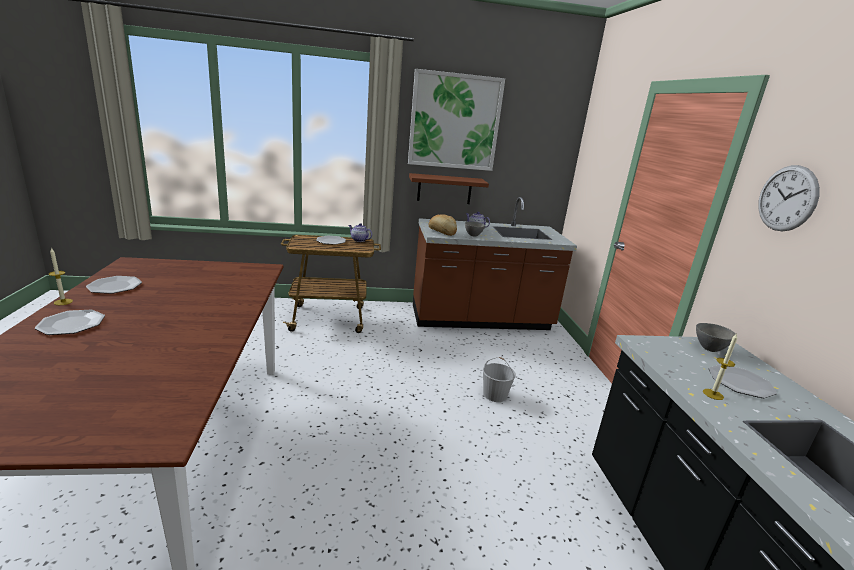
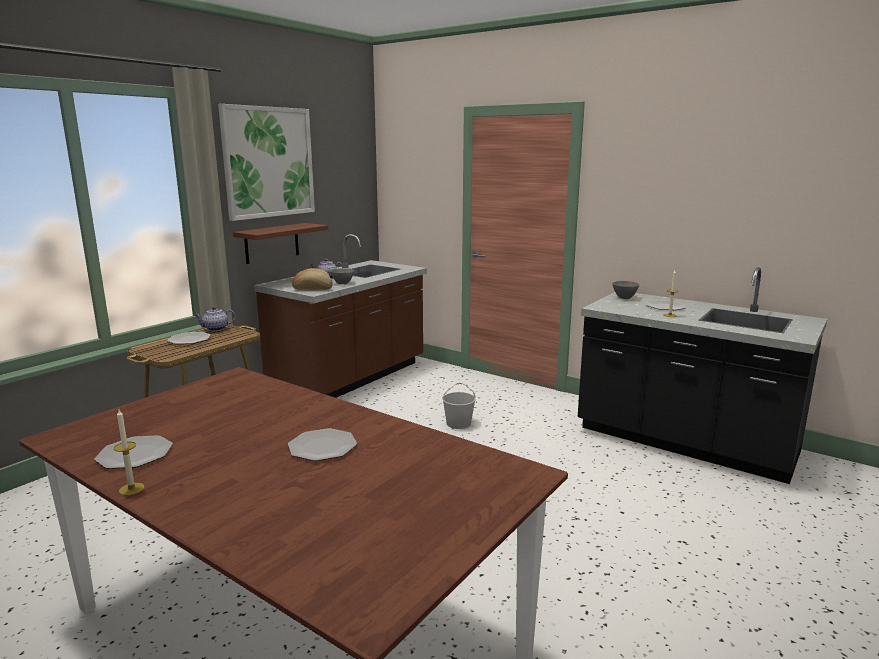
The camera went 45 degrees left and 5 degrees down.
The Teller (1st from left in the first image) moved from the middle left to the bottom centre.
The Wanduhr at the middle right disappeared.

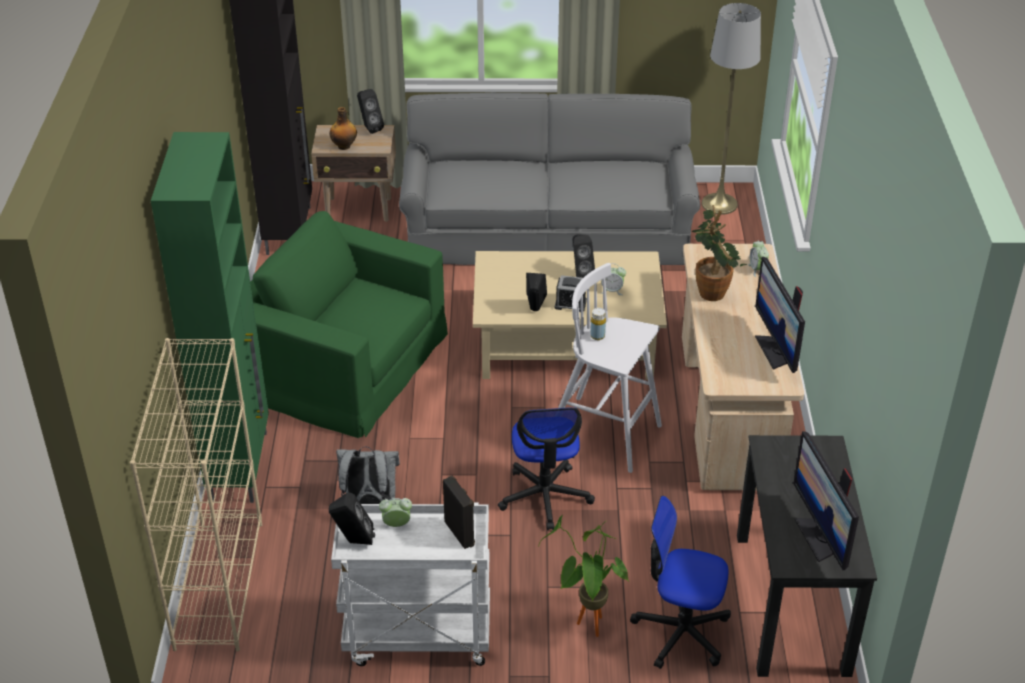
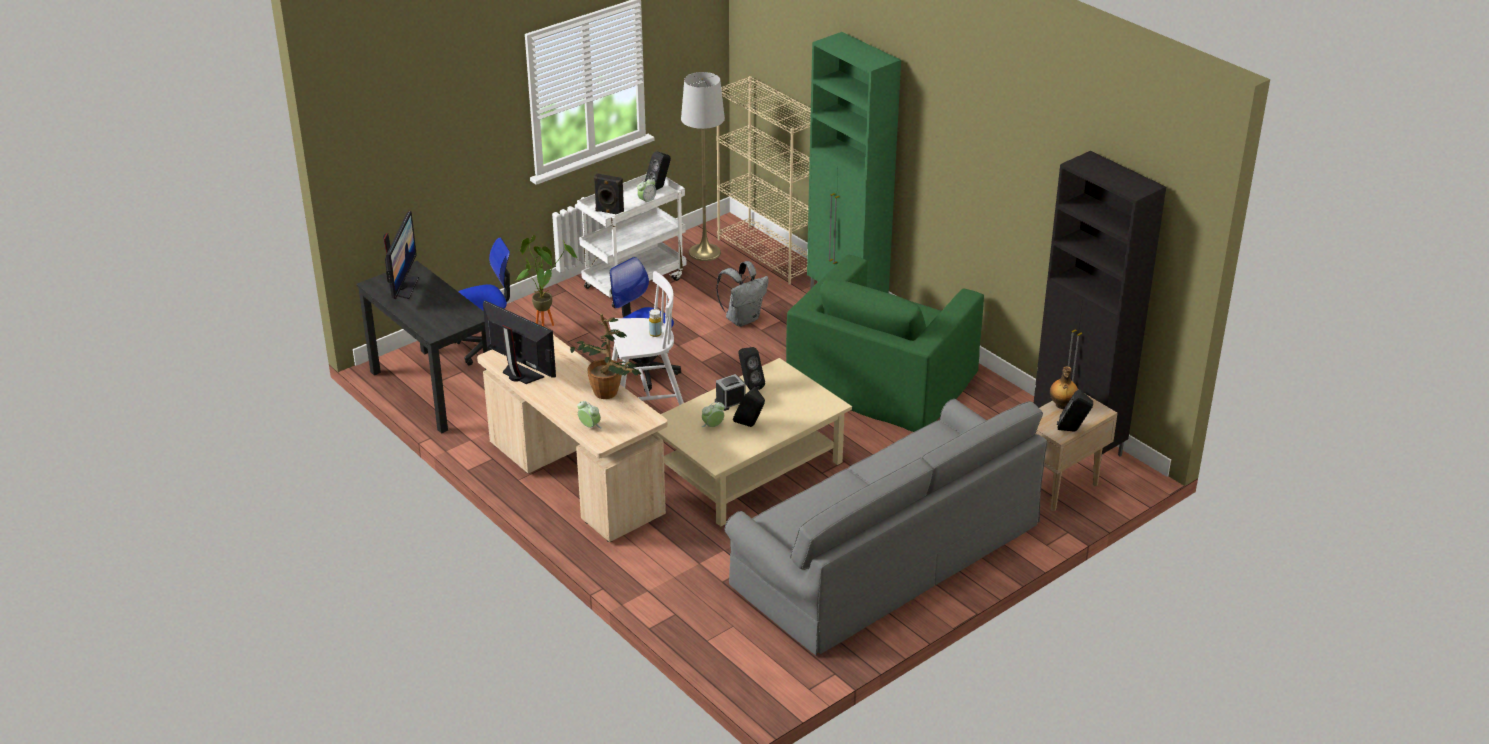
The camera went 140 degrees right and 5 degrees down.
The Monitor (2nd from left in the first image) at the bottom right turned 60 degrees clockwise.
The Stehlampe (grau) moved from the top right to the top centre.
The Sessel (grün) at the centre turned 135 degrees clockwise.

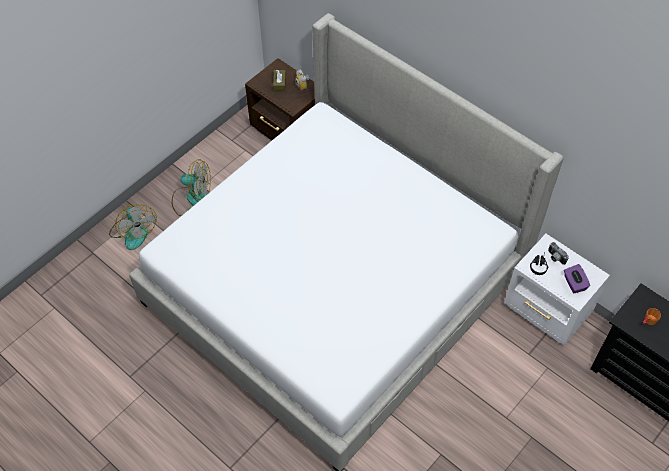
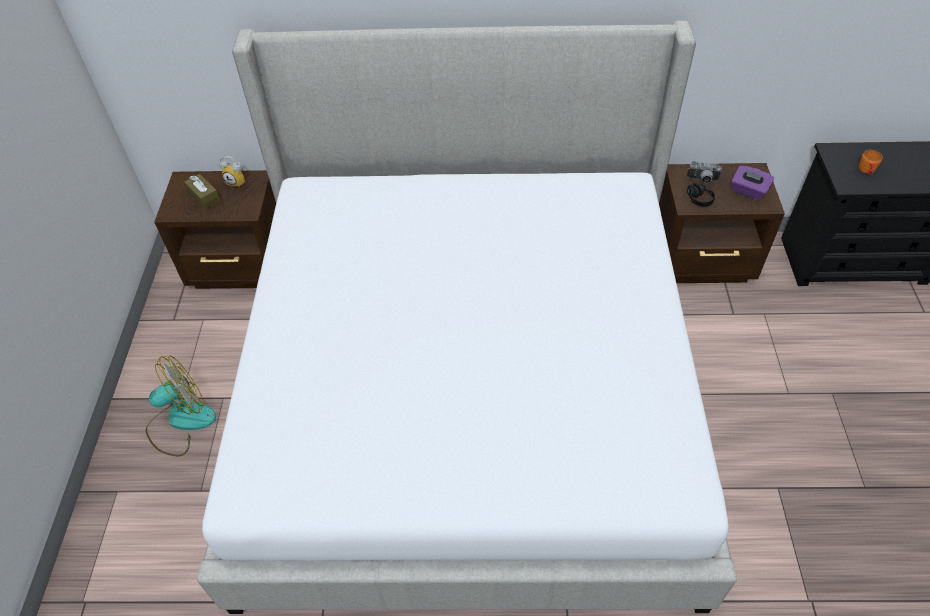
The camera went 40 degrees left and 5 degrees down.
The Nachttisch (weiß) at the middle right became the Nachttisch (braun) (2nd from left) at the middle right.
The Ventilator (1st from left) at the middle left disappeared.

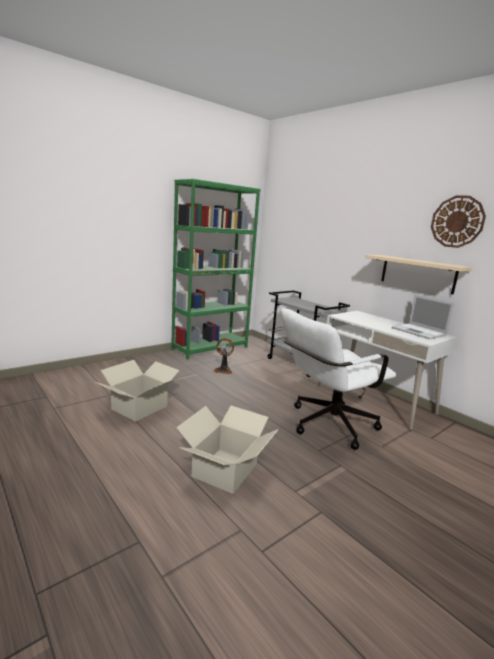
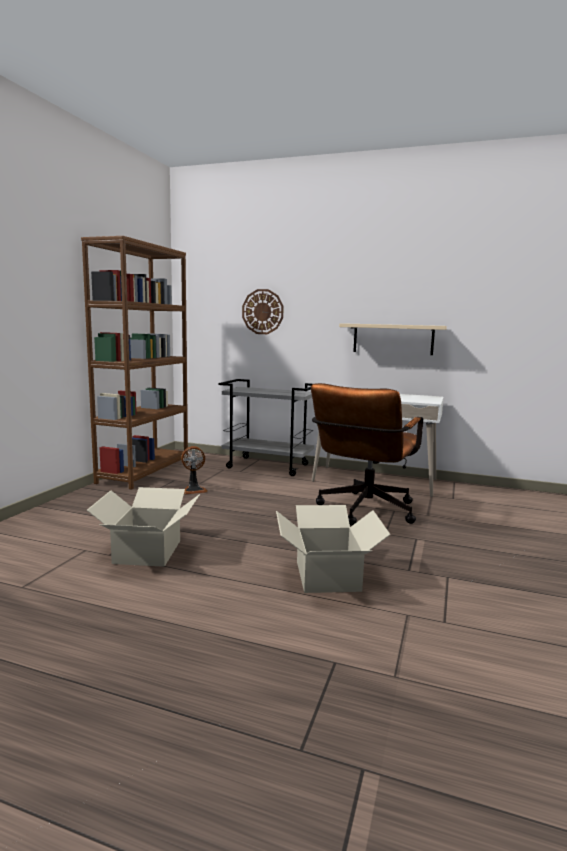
The camera went 30 degrees left and 5 degrees down.
The Bücherregal (grün) at the centre became the Bücherregal (braun) at the middle left.
The Wanduhr moved from the middle right to the centre.
The Bürostuhl (weiß) at the middle right became the Bürostuhl (braun) at the centre.
The Laptop at the middle right disappeared.

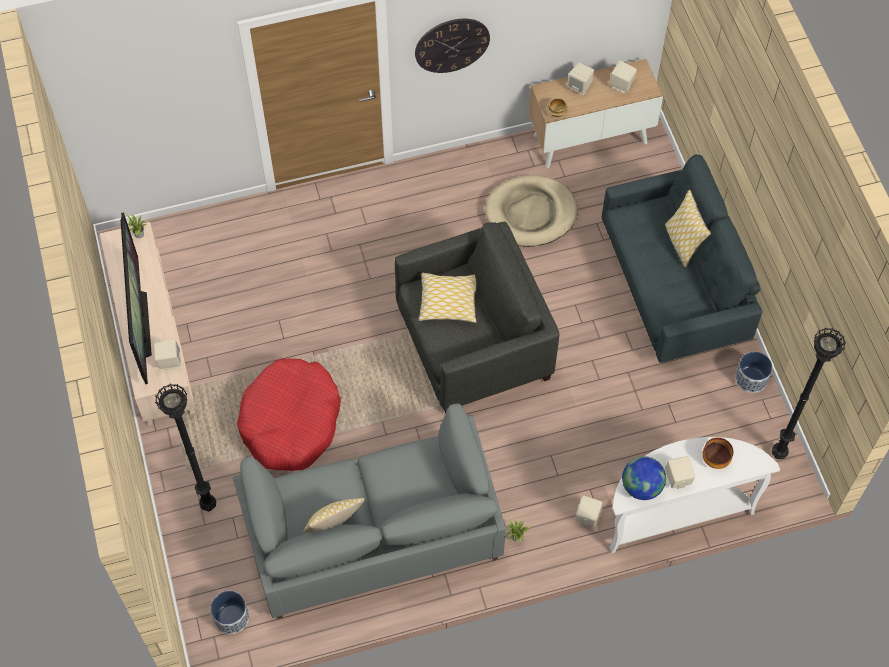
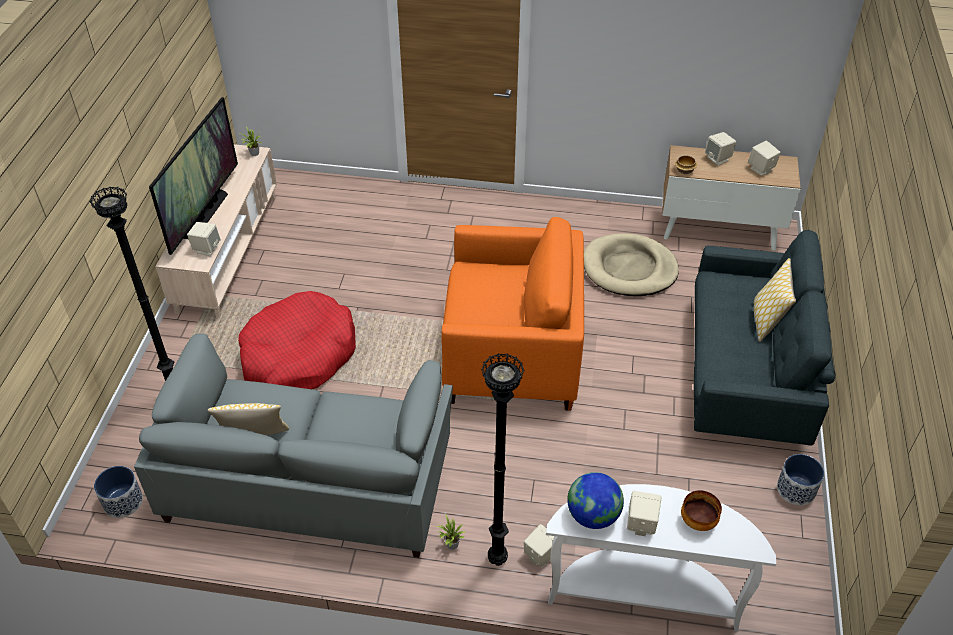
The camera went 25 degrees right and 15 degrees down.
The Sessel (grau) at the centre became the Sessel (orange) at the centre.
The Stehlampe (schwarz) (2nd from left) moved from the middle right to the bottom centre.
The Wanduhr at the top centre disappeared.
The Kissen (2nd from left) at the centre disappeared.

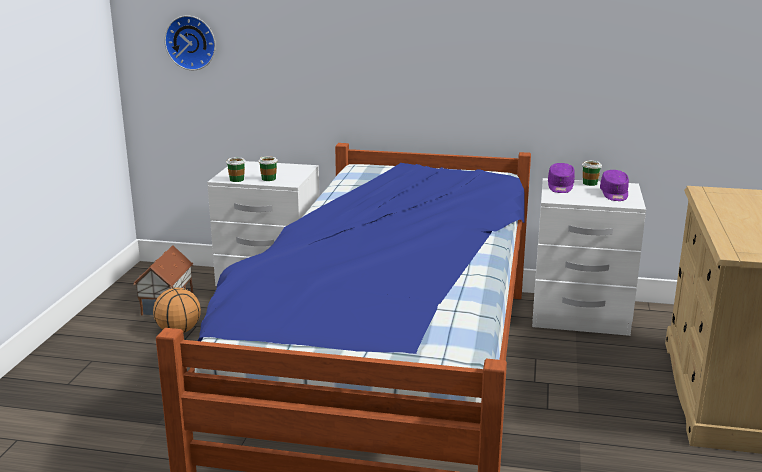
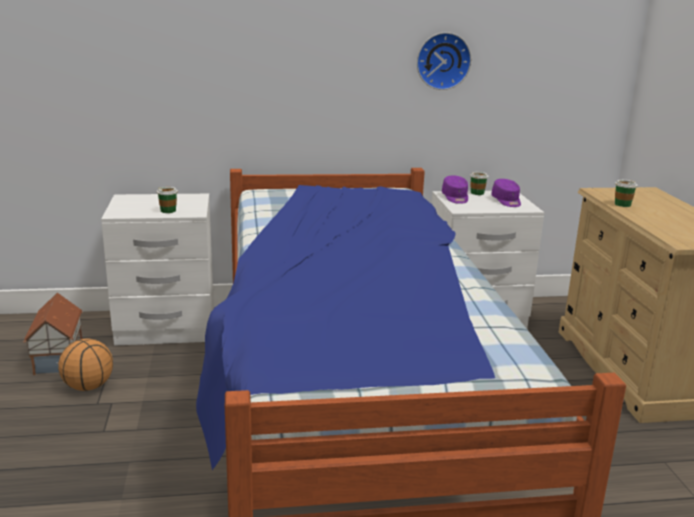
The camera went 20 degrees left and 0 degrees up.
The Wanduhr moved from the top left to the top centre.
The Tasse (1st from left in the first image) moved from the middle left to the middle right.

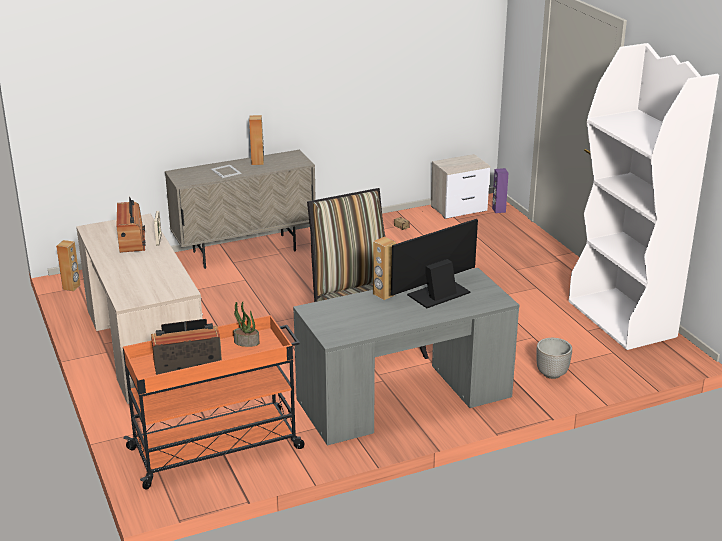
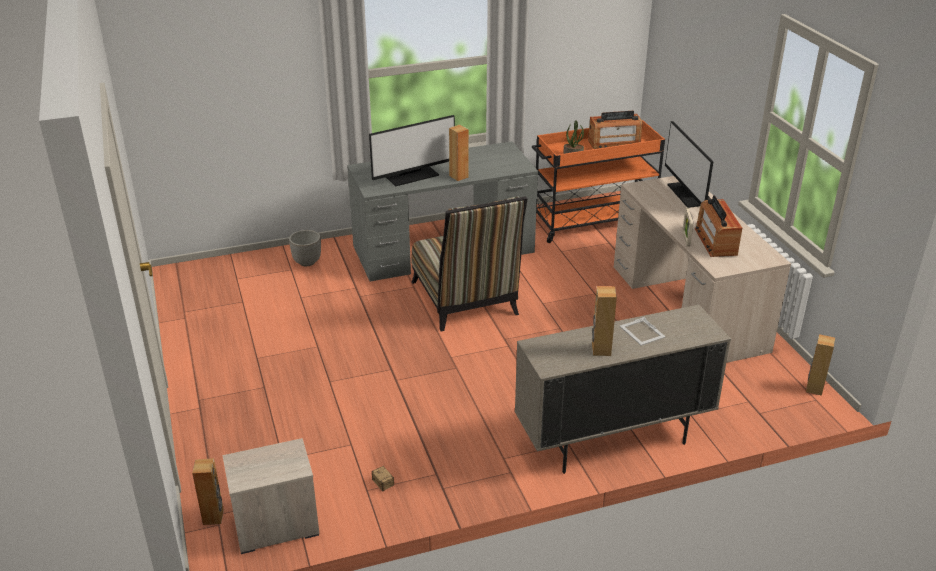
The camera went 175 degrees left and 5 degrees up.
The Lautsprecher (lila) at the middle right became the Lautsprecher (braun) (1st from left) at the bottom left.
The Monitor (2nd from left) at the top right appeared.
The Bücherregal (weiß) at the middle right disappeared.

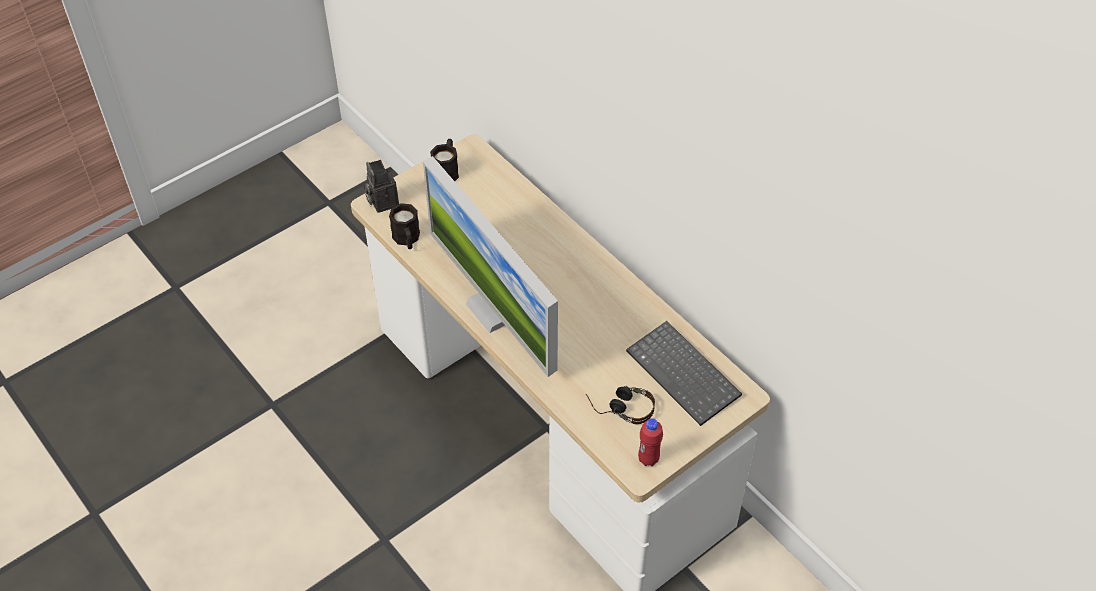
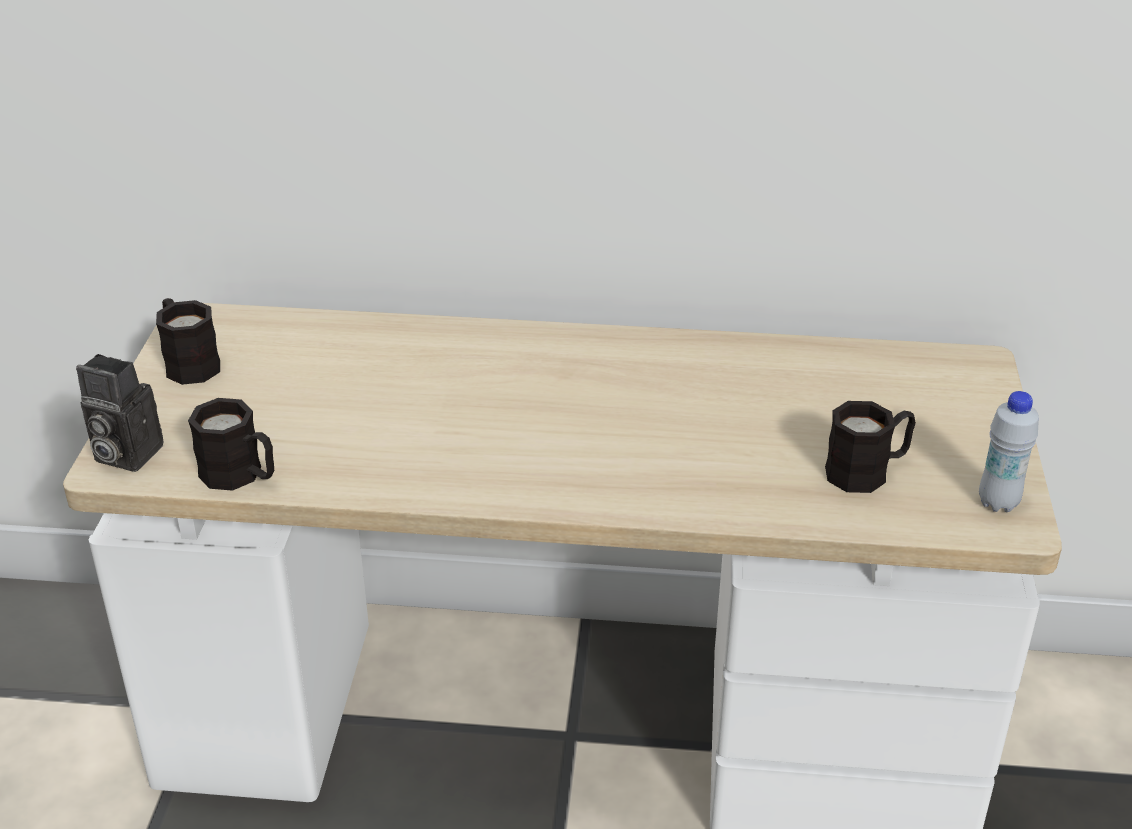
The camera went 45 degrees left and 15 degrees down.
The Kopfhörer at the bottom centre was replaced by the Henkelbecher (schwarz) (3rd from left) at the middle right.
The Flasche (rot) at the bottom centre became the Flasche (weiß) at the middle right.
The Monitor at the centre disappeared.
The Tastatur at the centre disappeared.

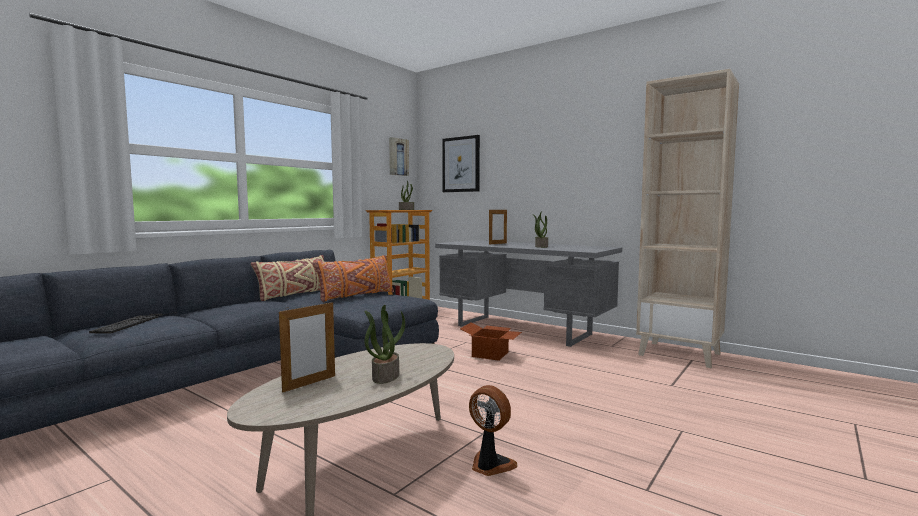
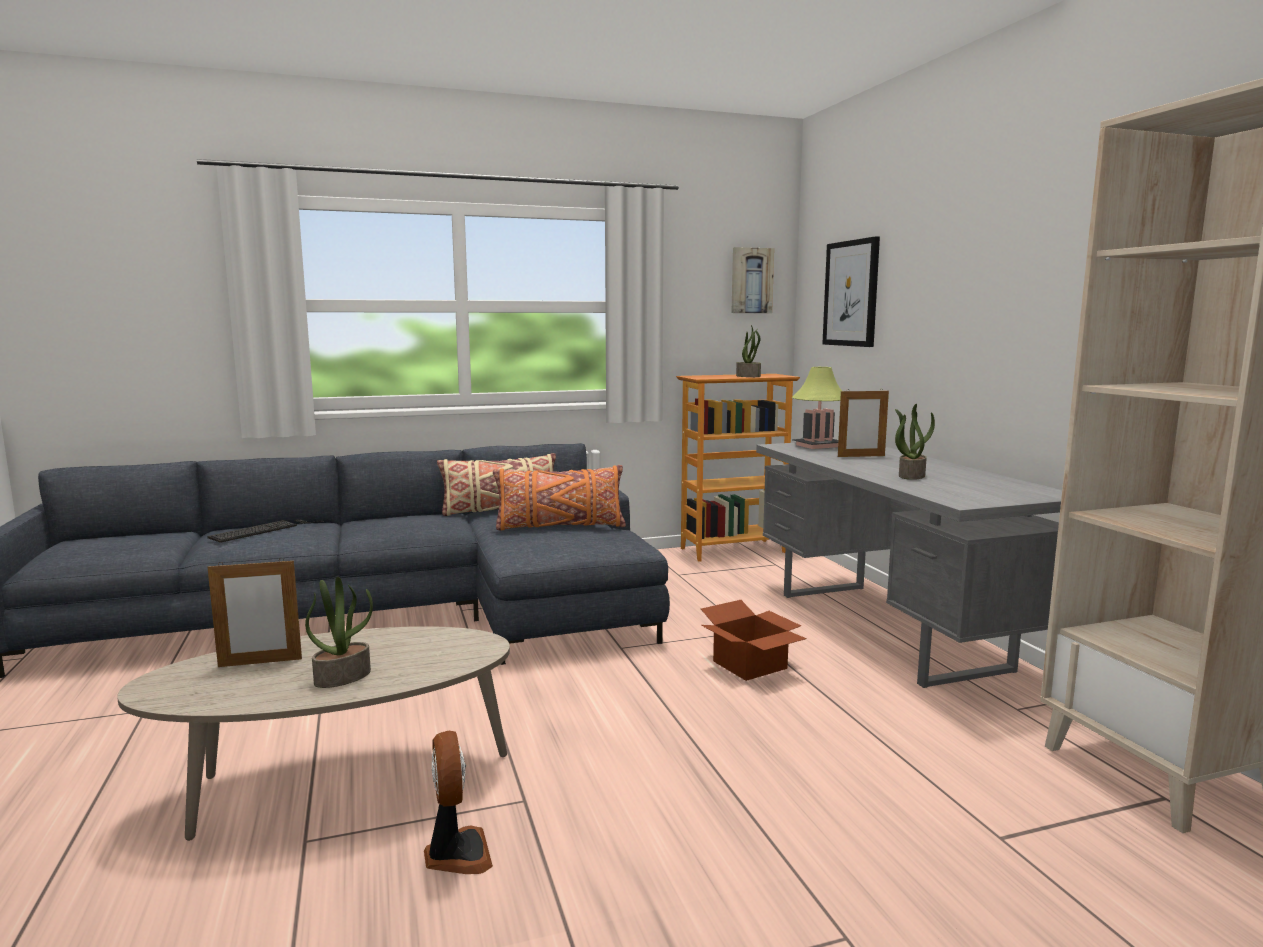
The camera went 35 degrees right and 5 degrees up.
The Tischlampe at the centre appeared.

